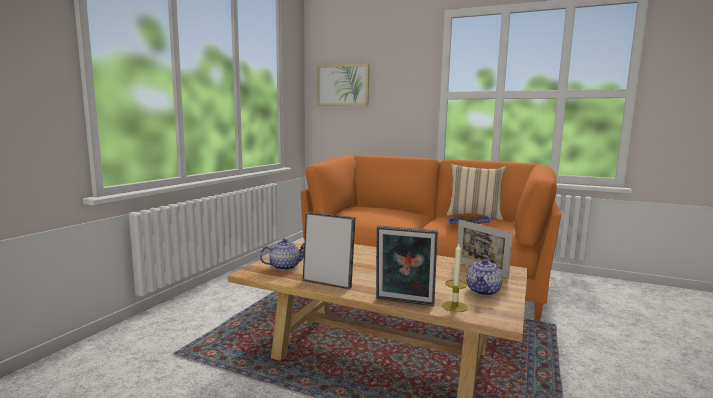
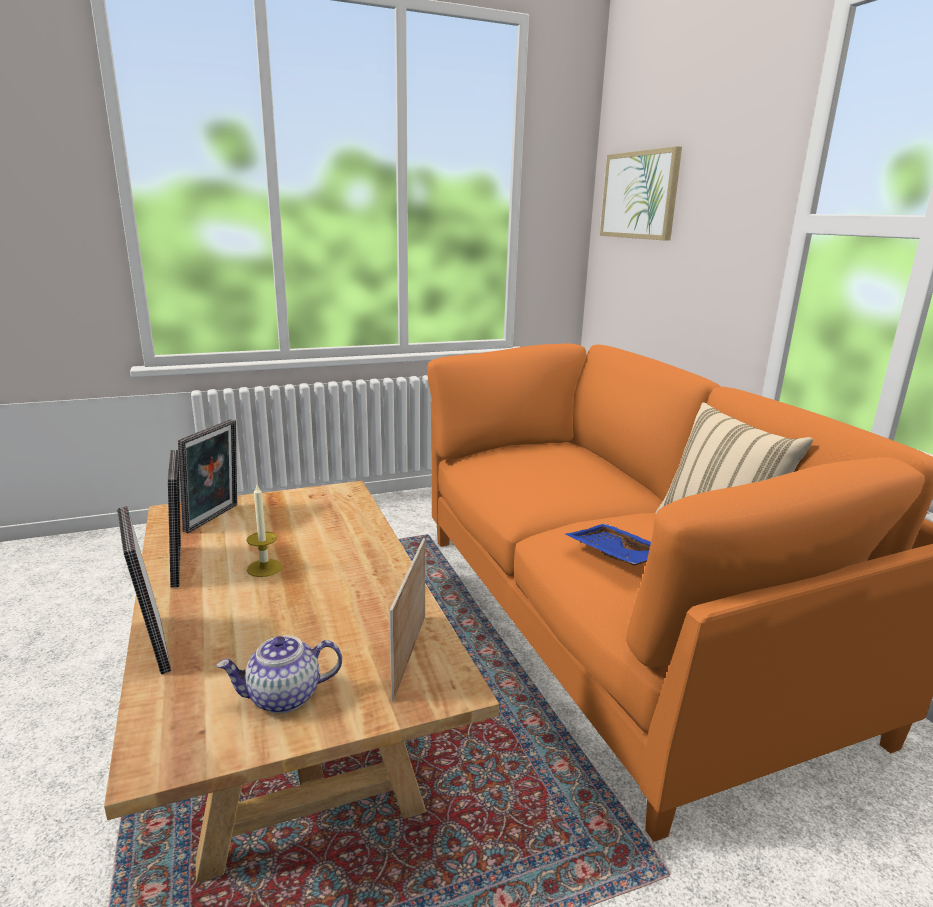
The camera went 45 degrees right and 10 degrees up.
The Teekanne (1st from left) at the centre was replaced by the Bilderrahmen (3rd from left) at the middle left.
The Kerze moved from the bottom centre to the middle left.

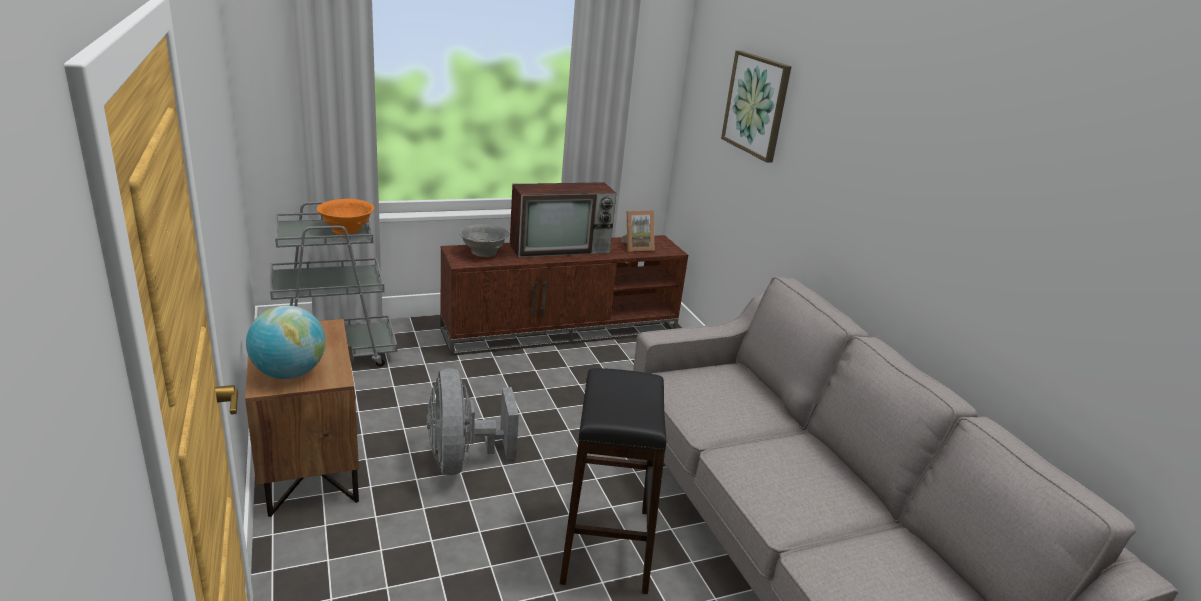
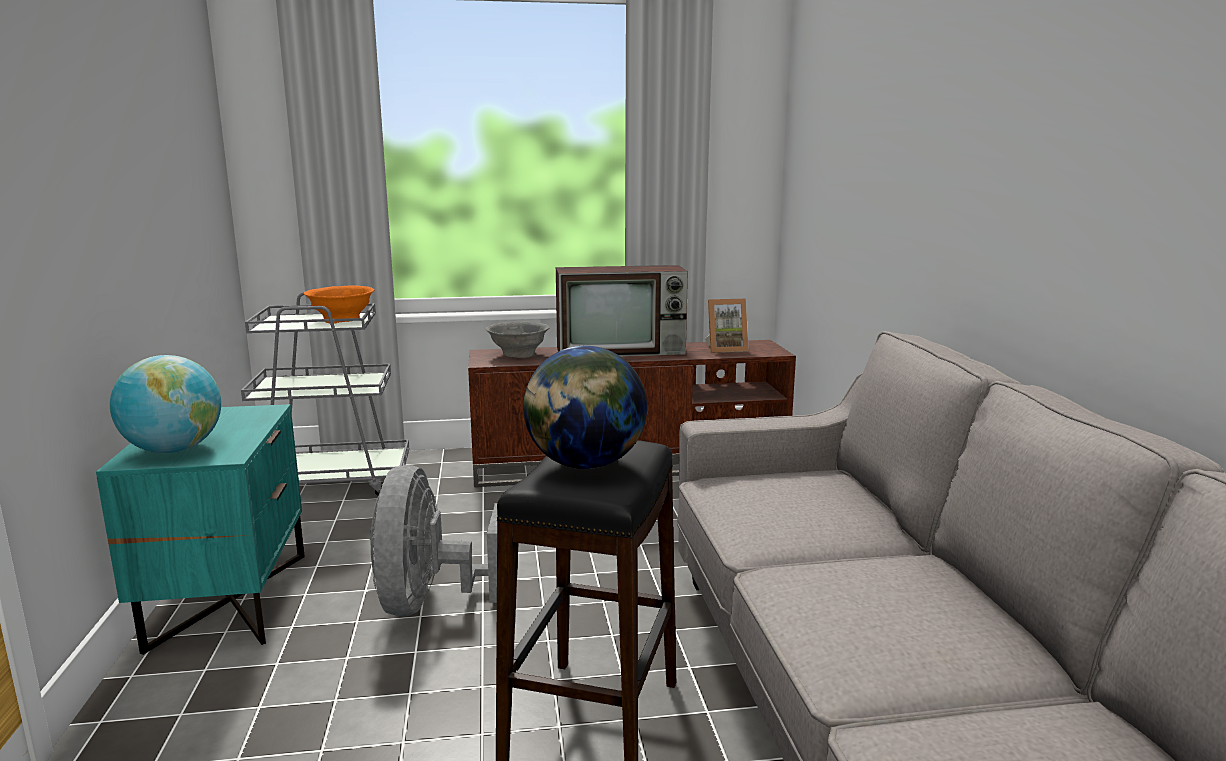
The camera went 15 degrees right and 10 degrees down.
The Nachttisch (braun) at the bottom left became the Nachttisch (türkis) at the bottom left.
The Globus (2nd from left) at the centre appeared.
The Bild at the top centre disappeared.

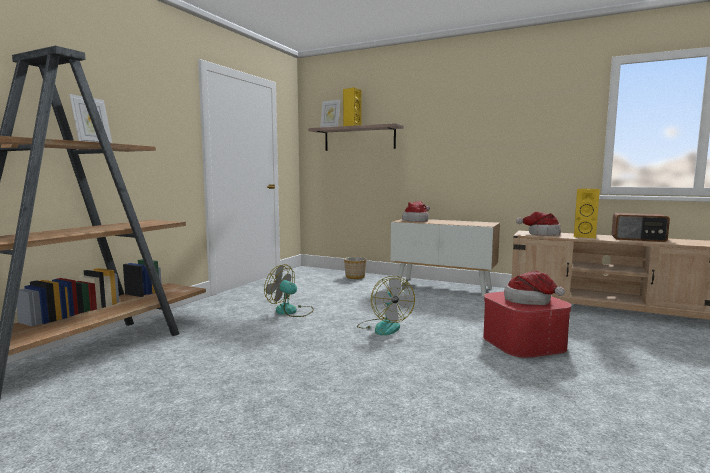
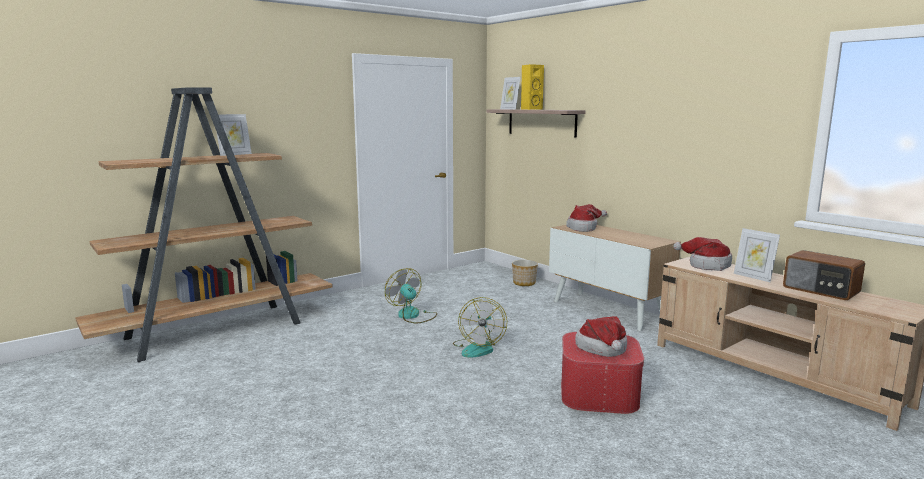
The camera went 25 degrees right and 5 degrees up.
The Lautsprecher (gelb) (2nd from left) at the middle right was replaced by the Bilderrahmen (3rd from left) at the middle right.

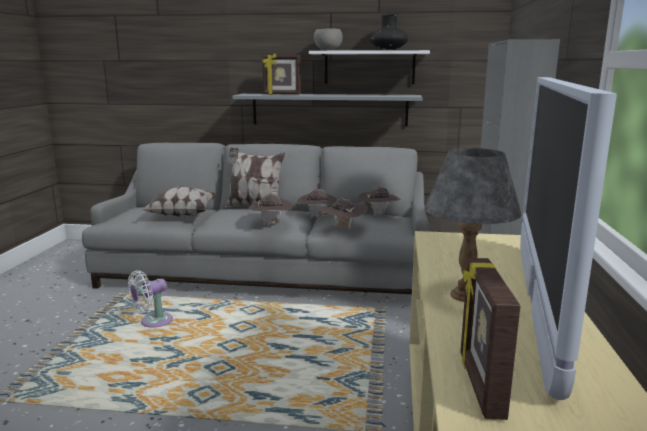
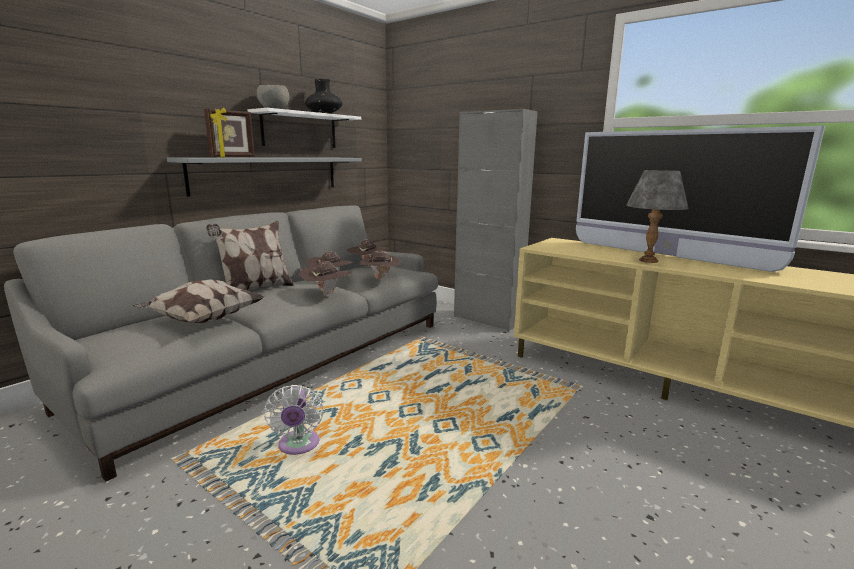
The camera went 60 degrees left and 0 degrees up.
The Bilderrahmen (2nd from left) at the bottom right disappeared.

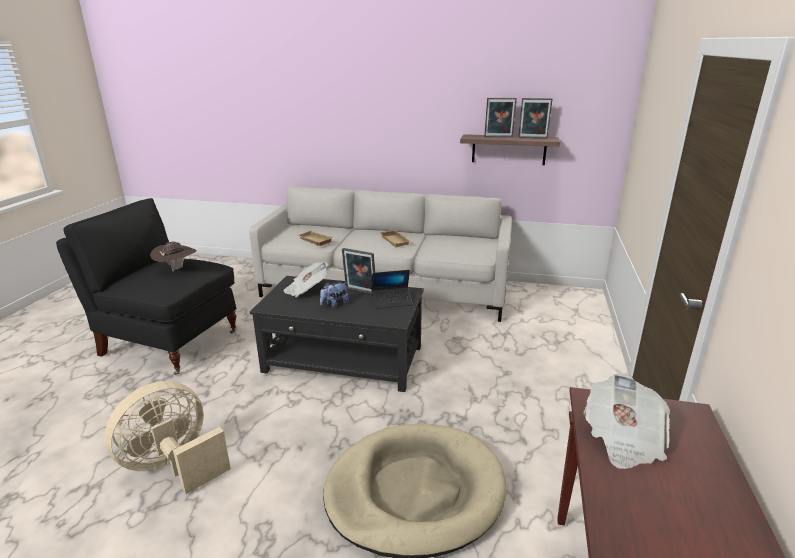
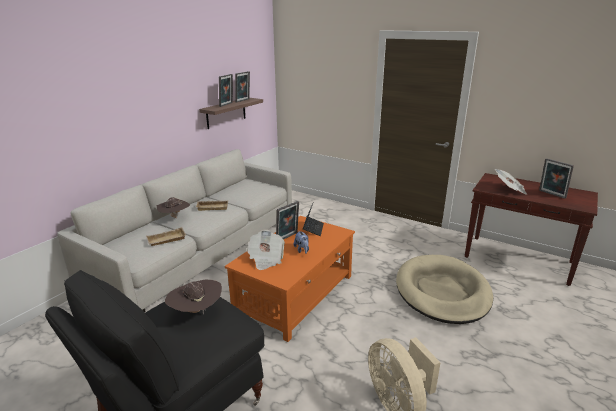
The camera went 70 degrees left and 0 degrees up.
The Hut (braun) (1st from left) at the middle left appeared.
The Couchtisch (schwarz) at the centre became the Couchtisch (orange) at the bottom centre.
The Bilderrahmen (4th from left) at the middle right appeared.

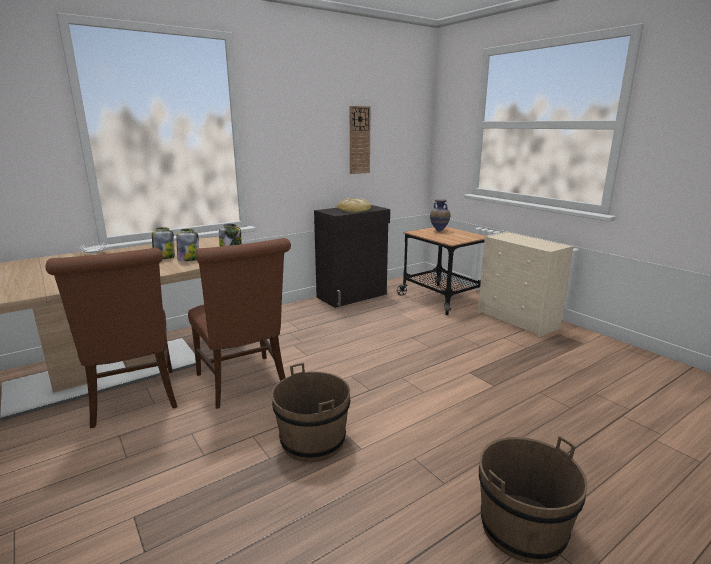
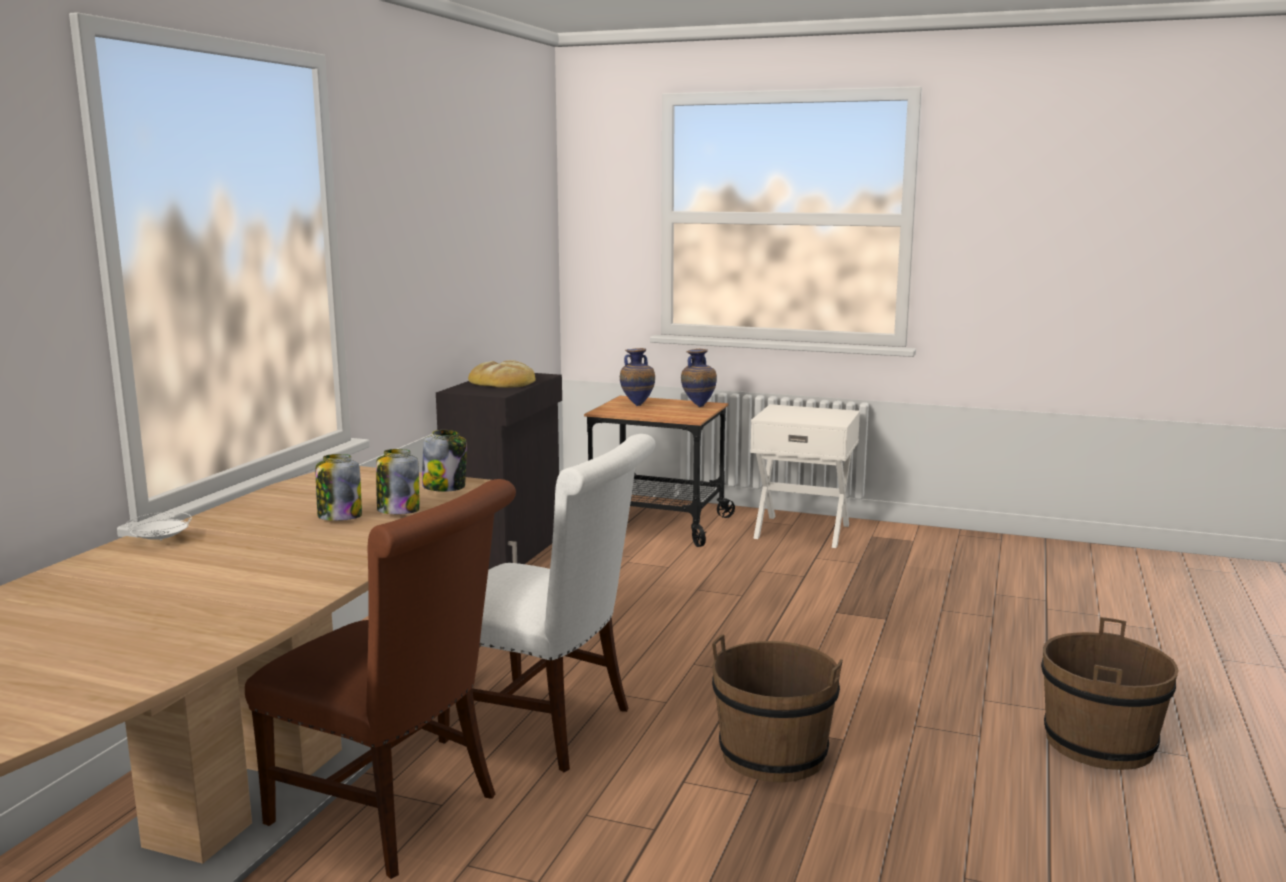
The camera went 35 degrees left and 5 degrees down.
The Stuhl (braun) (2nd from left) at the centre became the Stuhl (weiß) at the bottom centre.
The Vase (2nd from left) at the centre appeared.
The Kommode (beige) at the middle right was replaced by the Nachttisch (weiß) at the centre.
The Wanduhr at the top centre disappeared.

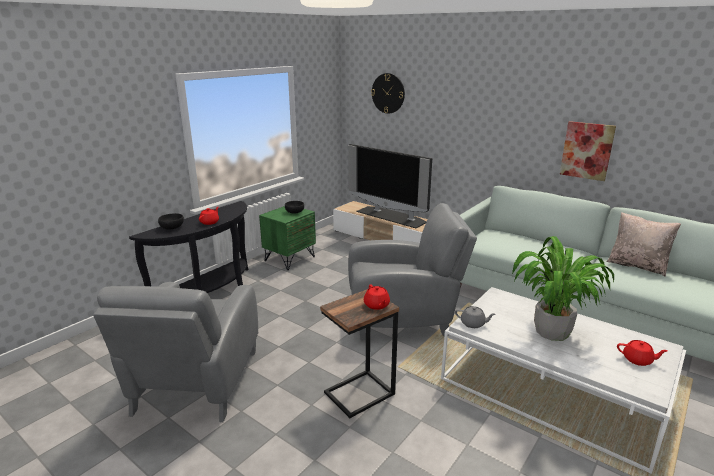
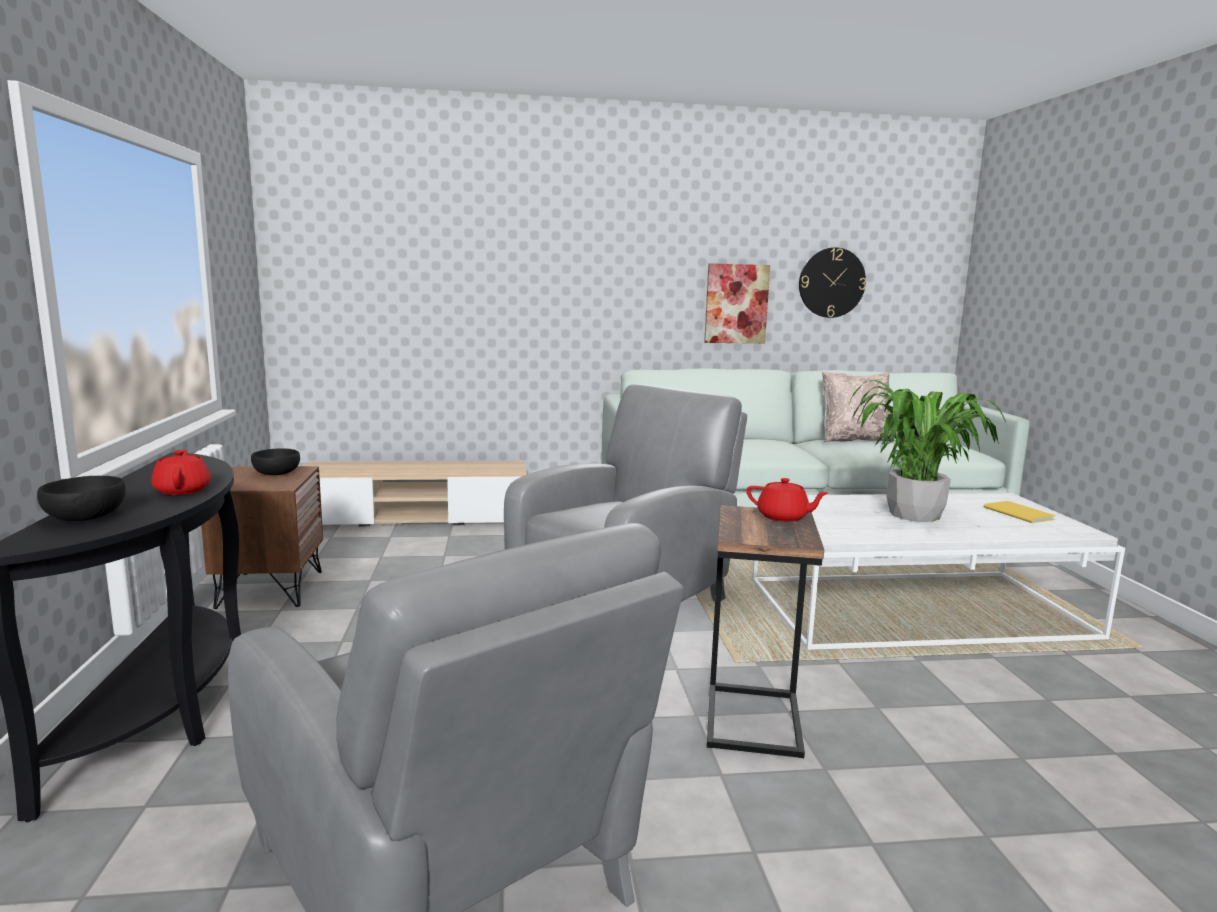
The camera went 45 degrees left and 10 degrees down.
The Nachttisch (grün) at the centre became the Nachttisch (braun) at the middle left.
The Wanduhr moved from the top centre to the top right.
The Teekanne (rot) (3rd from left) at the bottom right was replaced by the Buch (gelb) at the middle right.
The Fernseher at the centre disappeared.
The Teekanne (grau) at the centre disappeared.

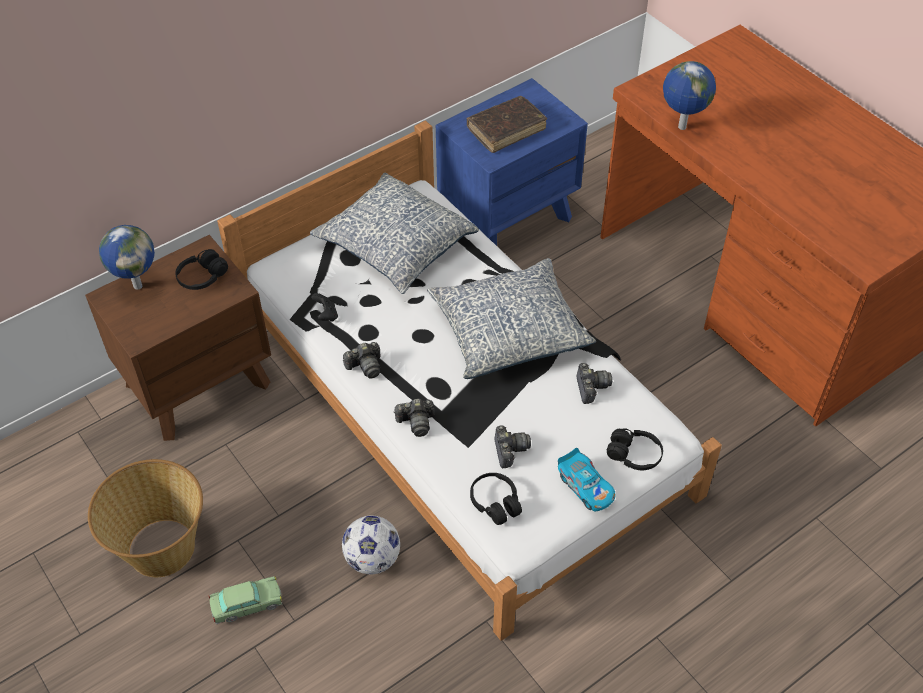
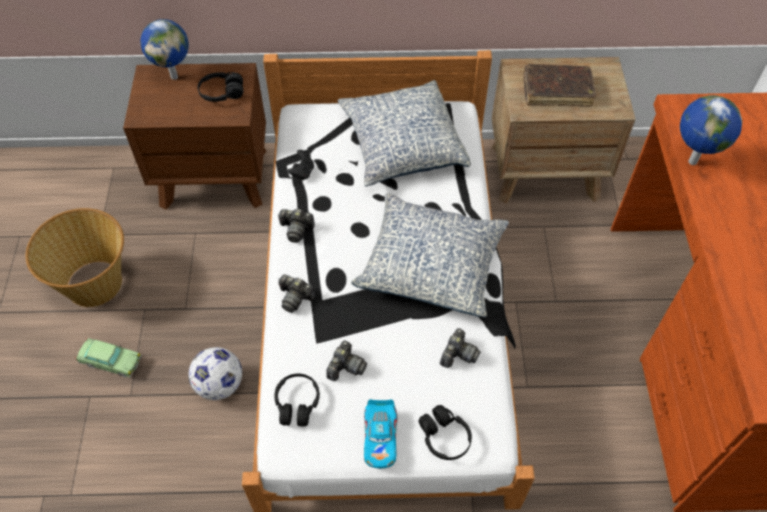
The camera went 35 degrees right and 5 degrees up.
The Nachttisch (blau) at the top centre became the Nachttisch (braun) (2nd from left) at the top right.

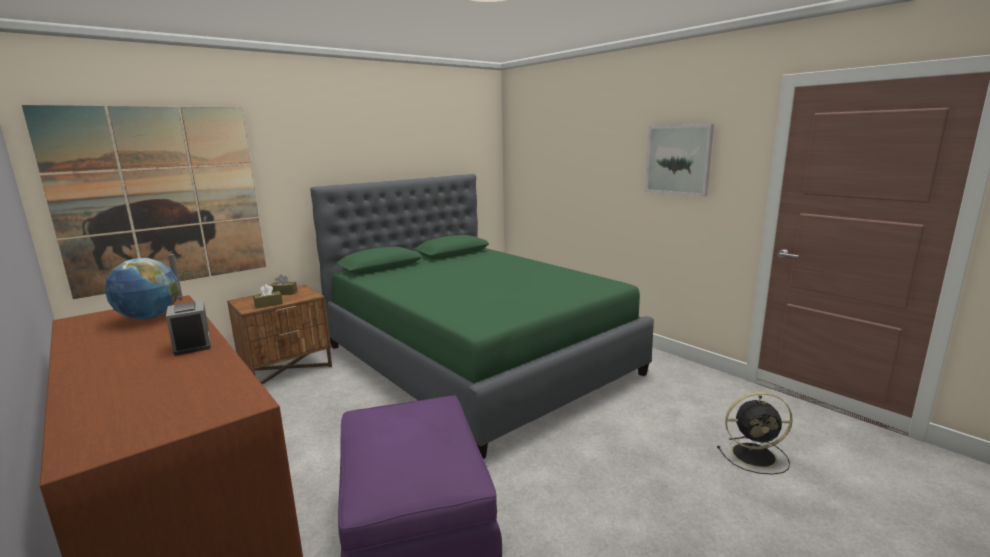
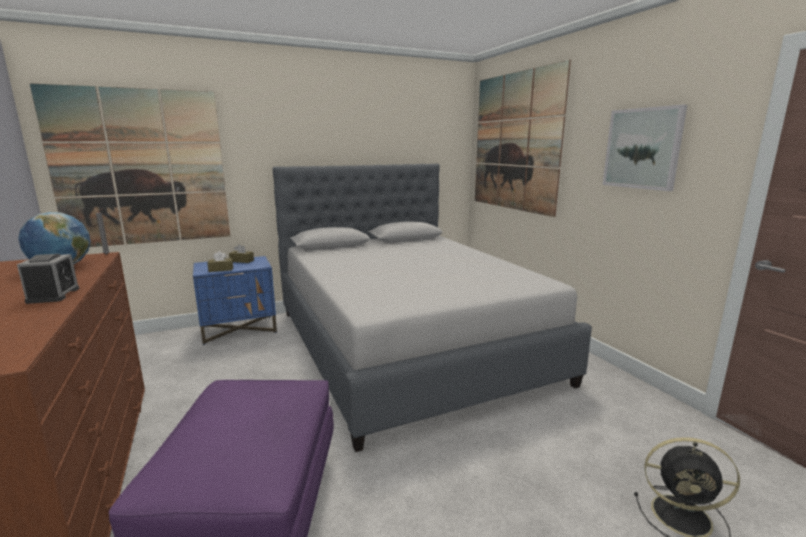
The camera went 15 degrees right and 0 degrees up.
The Nachttisch (braun) at the middle left became the Nachttisch (blau) at the middle left.
The Bett (grün) at the centre became the Bett (grau) at the centre.
The Bild (2nd from left) at the top centre appeared.

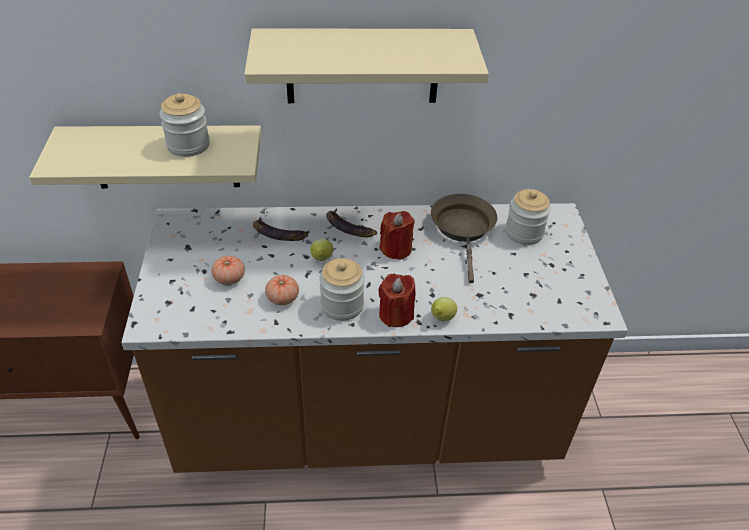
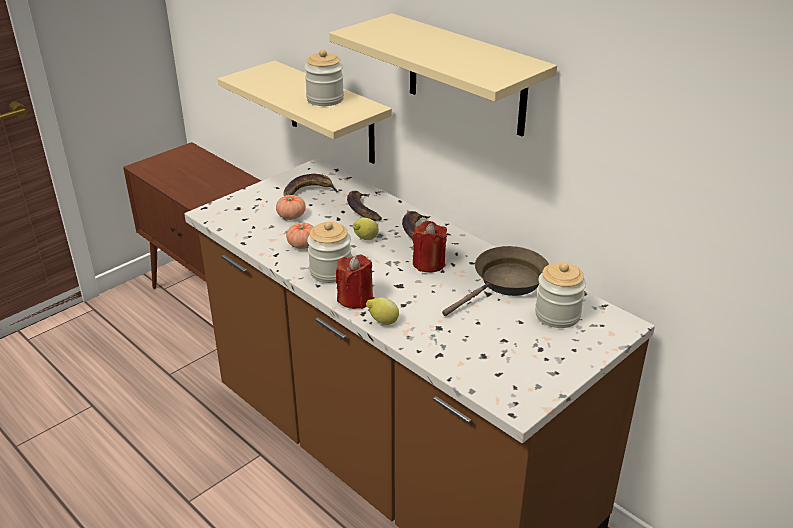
The camera went 50 degrees right and 10 degrees down.
The Banane (1st from left) at the centre appeared.

